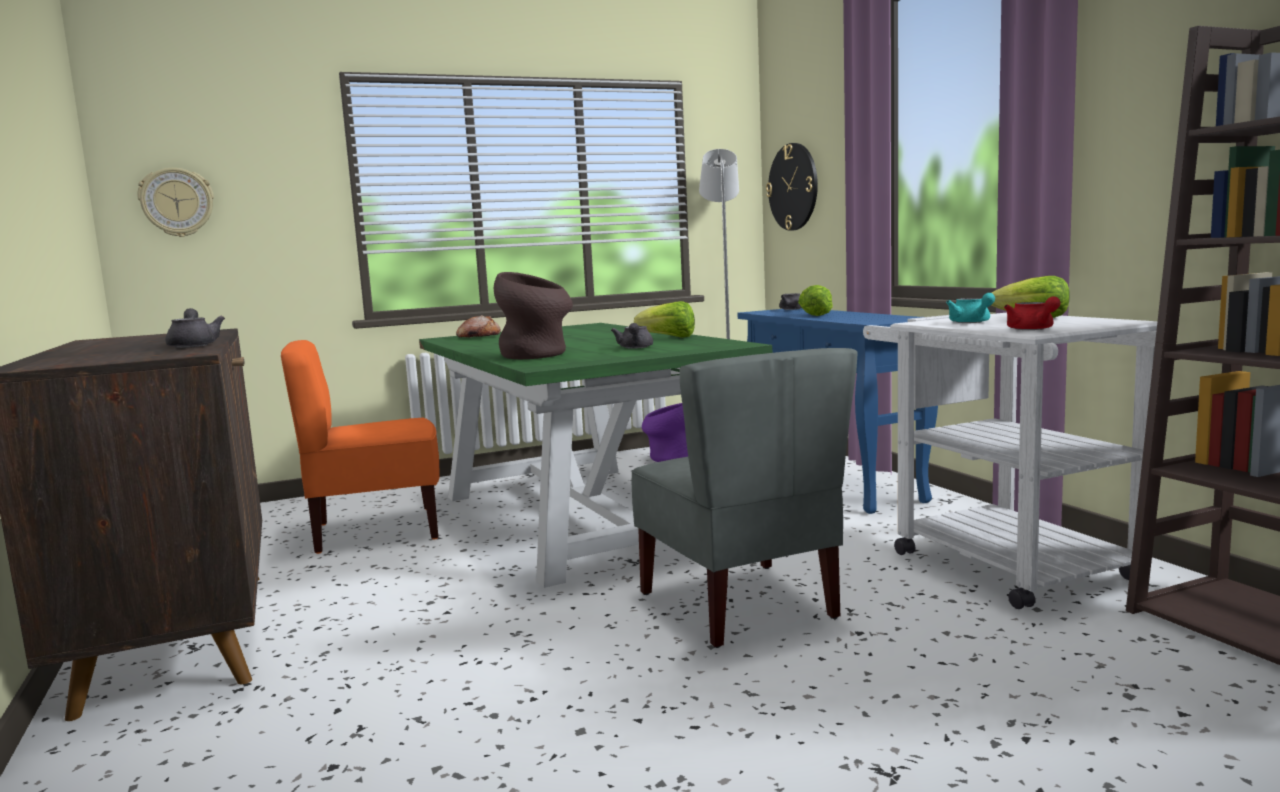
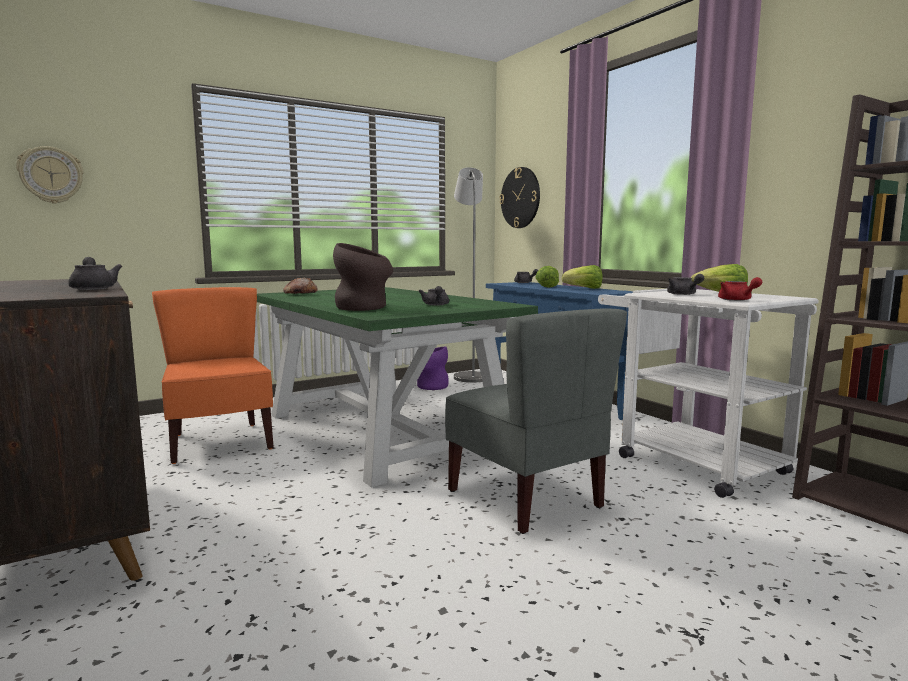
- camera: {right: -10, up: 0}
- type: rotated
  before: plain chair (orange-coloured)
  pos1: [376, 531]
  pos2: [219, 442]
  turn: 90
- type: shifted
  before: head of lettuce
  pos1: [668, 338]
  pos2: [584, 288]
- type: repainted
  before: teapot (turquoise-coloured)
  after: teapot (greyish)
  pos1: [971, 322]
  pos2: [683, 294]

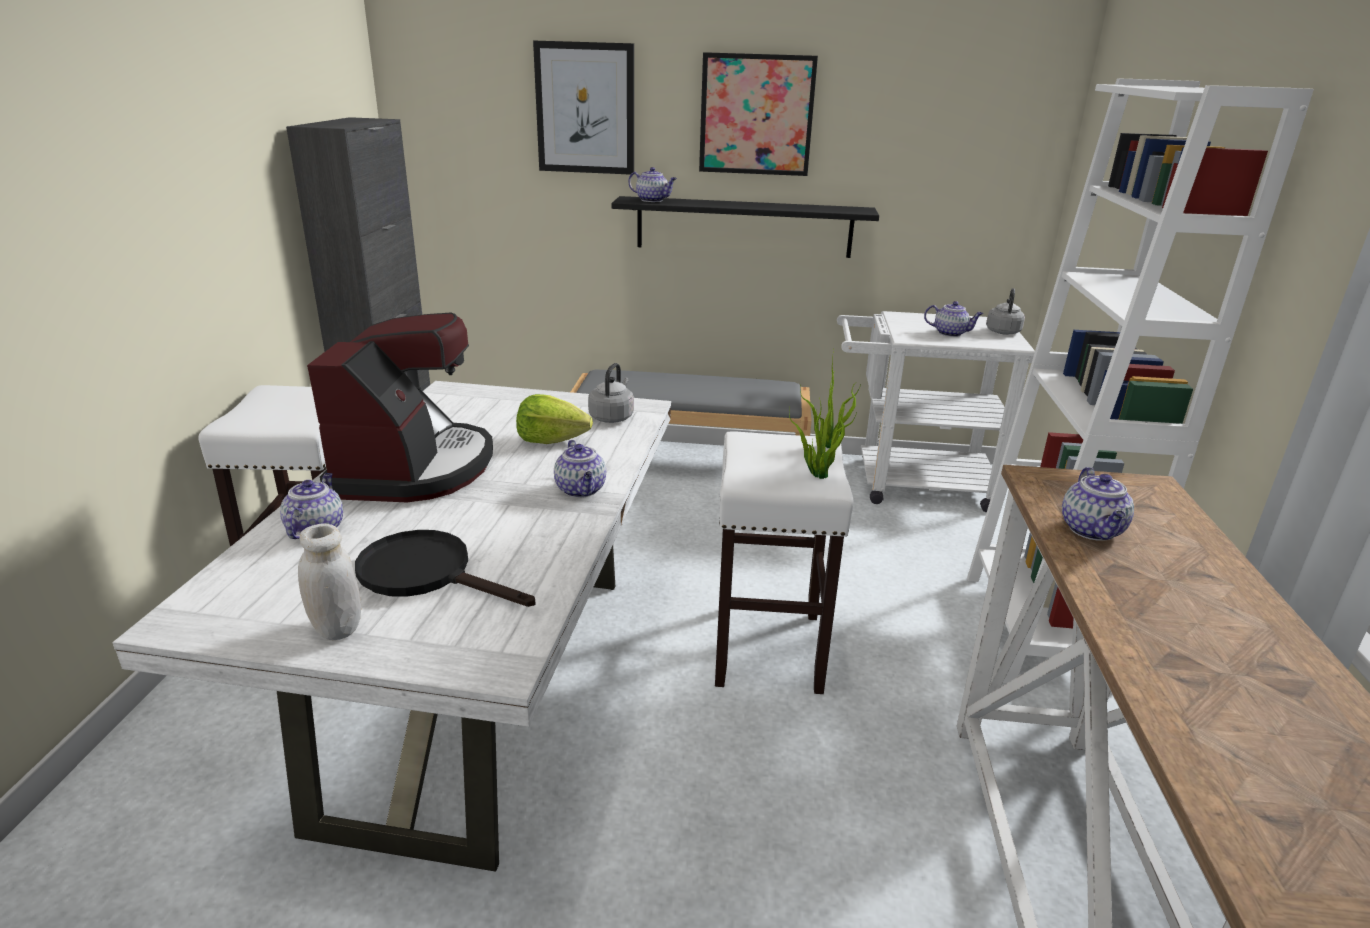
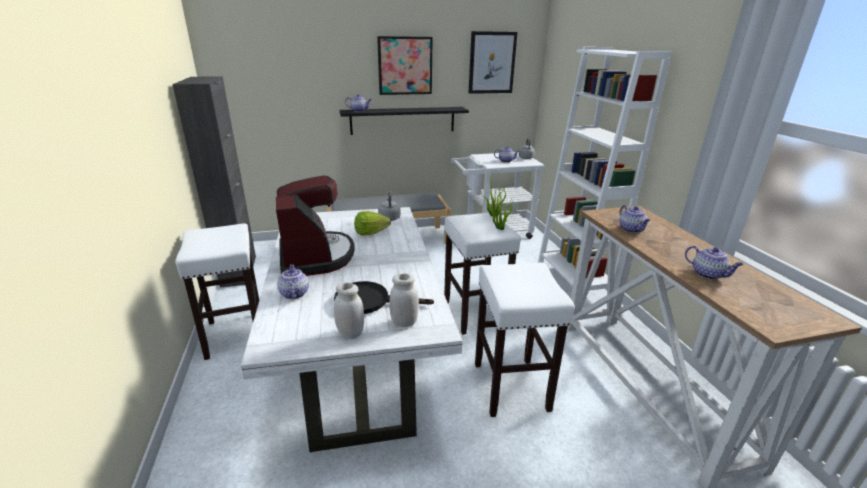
- camera: {right: -20, up: 0}
- type: new
  after: preserve jar (whitish)
  pos2: [404, 322]
- type: shifted
  before: wall picture
  pos1: [585, 108]
  pos2: [491, 63]
- type: new
  after: sitting stool (whitish)
  pos2: [511, 387]
- type: shifted
  before: teapot
  pos1: [581, 490]
  pos2: [708, 274]

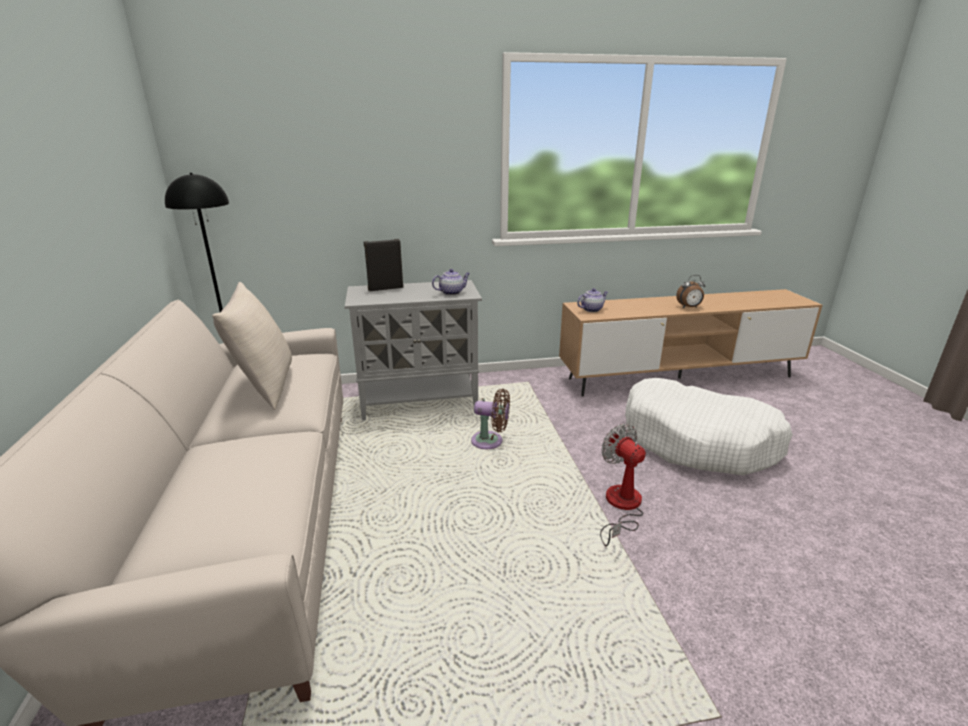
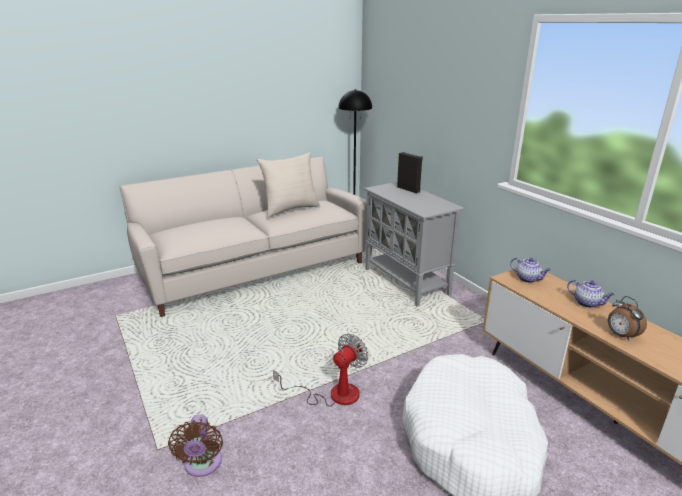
- camera: {right: 70, up: 0}
- type: shifted
  before: fan (brownish)
  pos1: [490, 441]
  pos2: [202, 465]
- type: shifted
  before: teapot
  pos1: [452, 292]
  pos2: [587, 303]

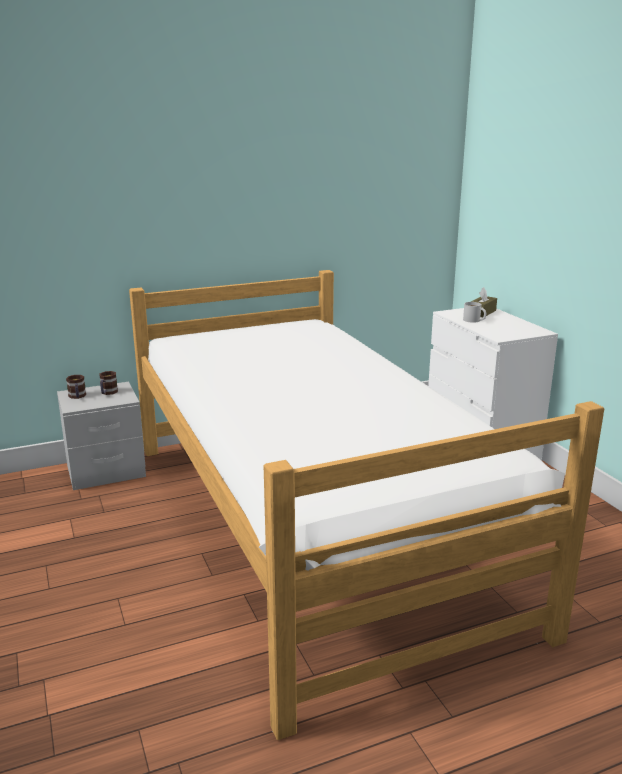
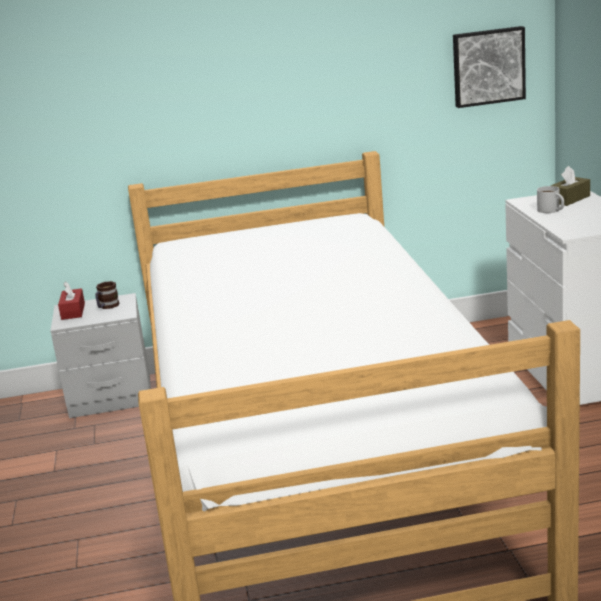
- camera: {right: 15, up: 0}
- type: swapped
  before: coffee mug
  after: tissue box (red-coloured)
  pos1: [77, 396]
  pos2: [73, 311]
- type: new
  after: wall picture
  pos2: [488, 66]

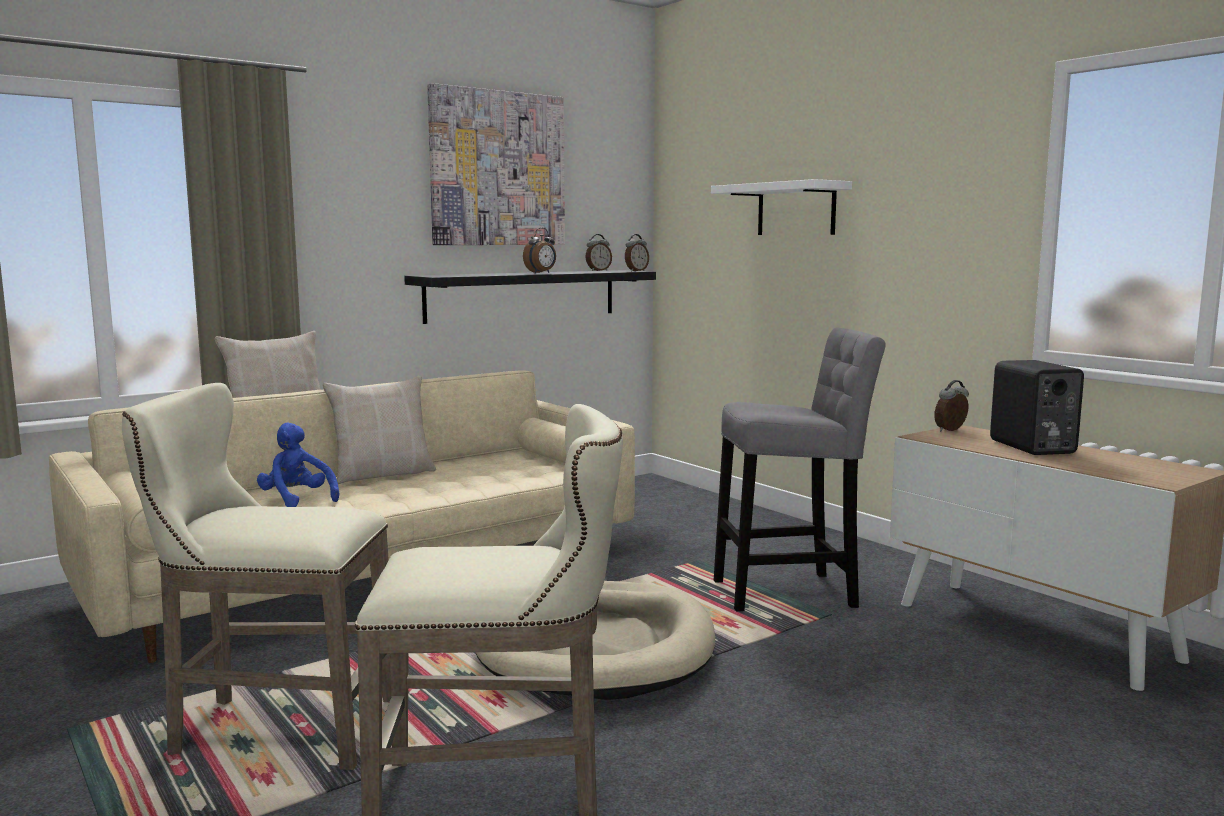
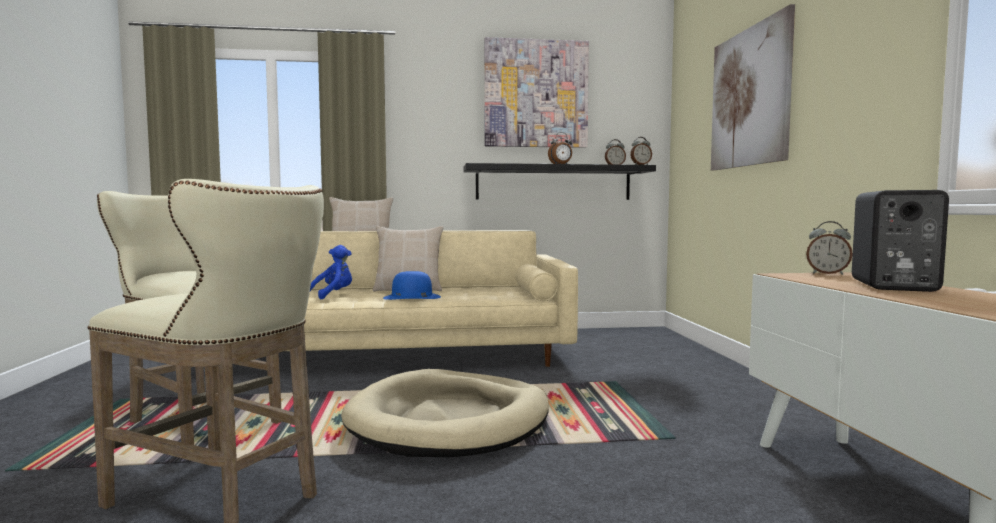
- camera: {right: 30, up: -5}
- type: rotated
  before: cuddly toy (blue-coloured)
  pos1: [297, 500]
  pos2: [333, 295]
  turn: 60
- type: new
  after: wearable hat (blue-coloured)
  pos2: [411, 297]
- type: swapped
  before: wall shelf (whitish)
  after: wall picture
  pos1: [796, 209]
  pos2: [749, 97]
- type: rotated
  before: table clock
  pos1: [951, 430]
  pos2: [827, 274]
  turn: -150
- type: gone
  before: sitting stool (greyish)
  pos1: [792, 593]

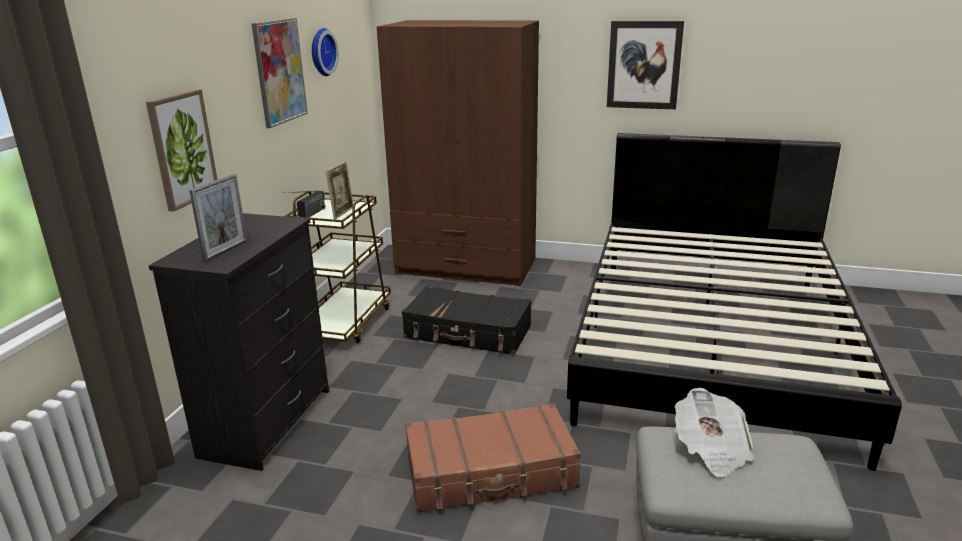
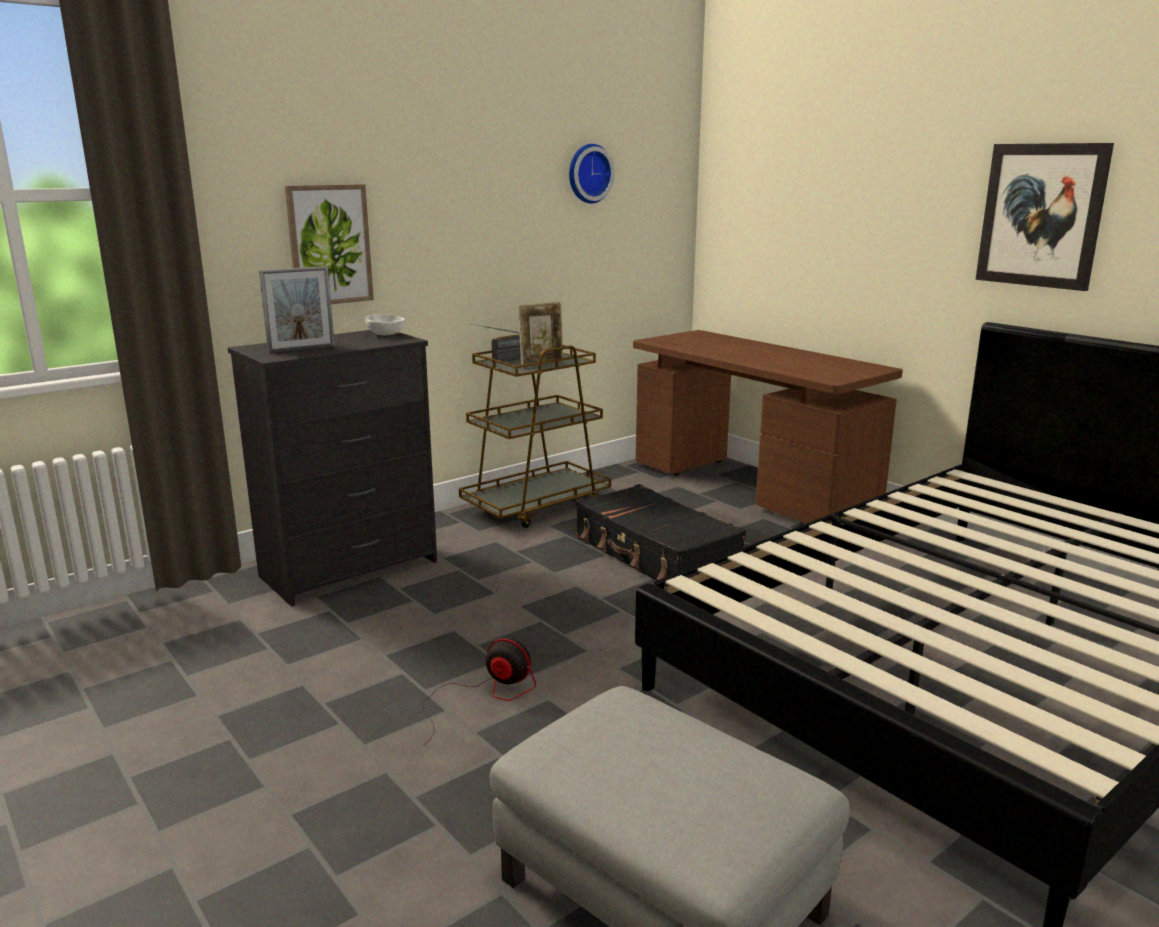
- camera: {right: 35, up: -5}
- type: new
  after: bowl (whitish)
  pos2: [386, 334]
- type: swapped
  before: travel case (brownish)
  after: fan
  pos1: [491, 473]
  pos2: [484, 696]
- type: swapped
  before: armoire (brownish)
  after: desk (brownish)
  pos1: [466, 267]
  pos2: [750, 488]
- type: gone
  before: wall picture
  pos1: [279, 71]
- type: gone
  before: daily paper
  pos1: [711, 450]

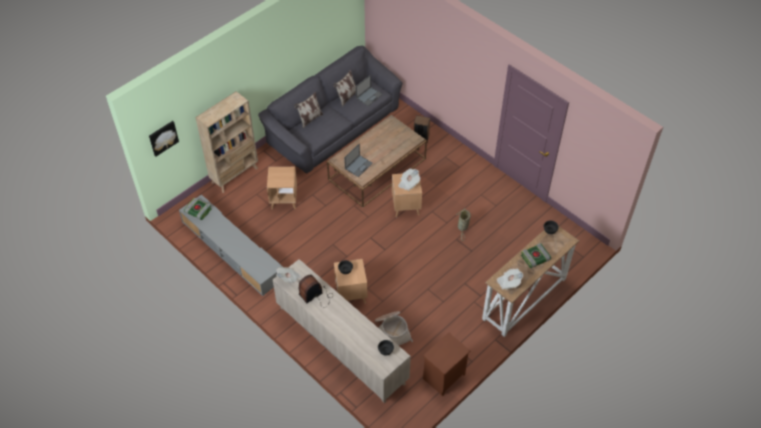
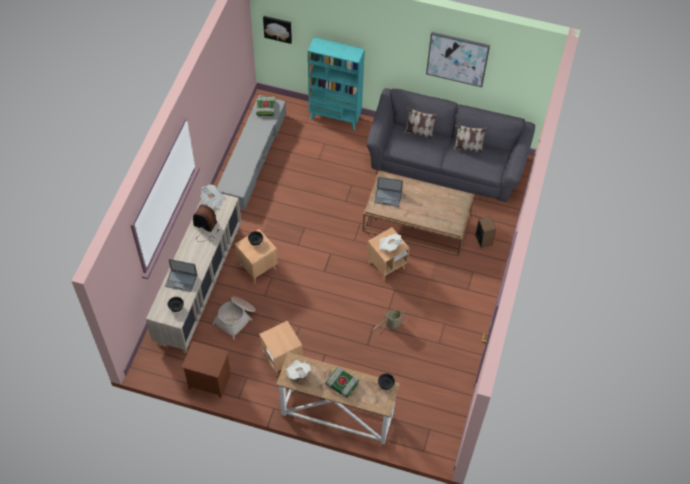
- camera: {right: 60, up: 5}
- type: shifted
  before: laptop
  pos1: [369, 96]
  pos2: [181, 280]
- type: shifted
  before: accent table (brownish)
  pos1: [284, 200]
  pos2: [282, 359]
- type: repainted
  before: bookcase (beige)
  after: bookcase (turquoise-coloured)
  pos1: [235, 175]
  pos2: [335, 117]
- type: new
  after: wall picture
  pos2: [457, 59]

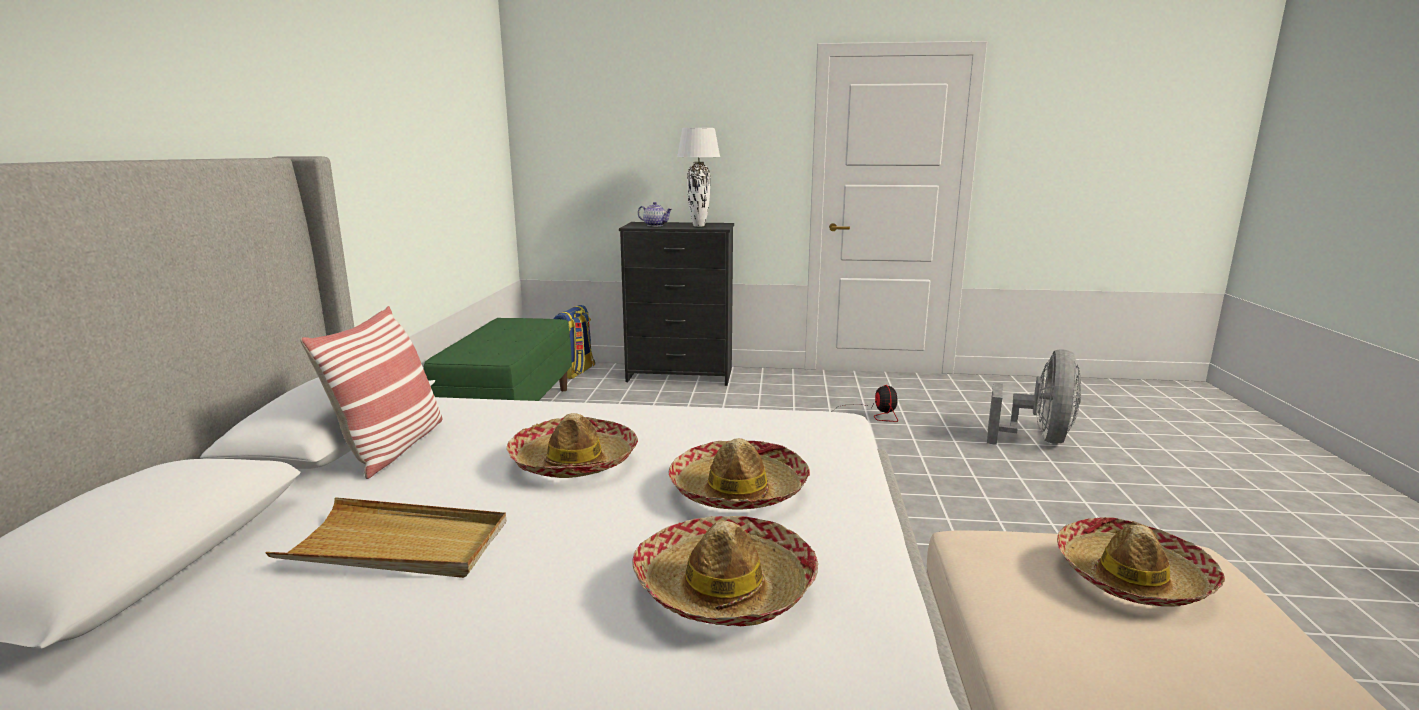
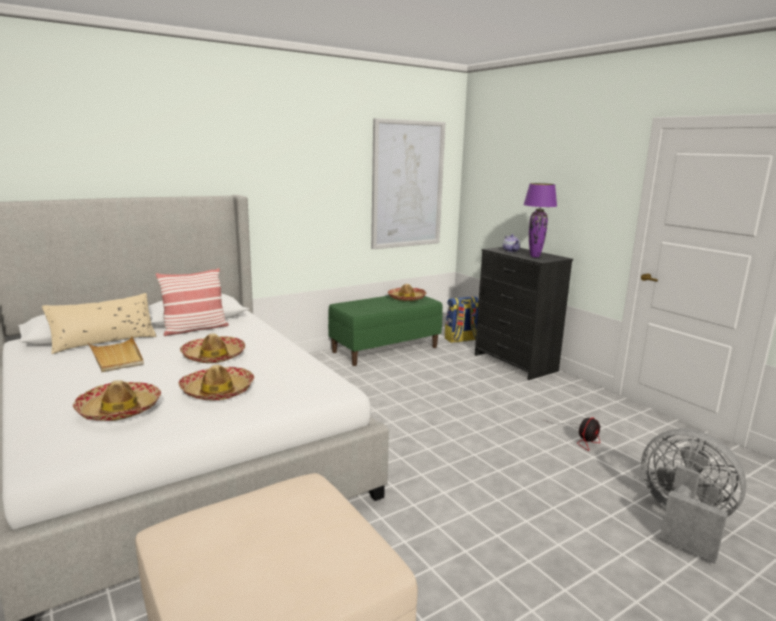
- camera: {right: 50, up: 0}
- type: new
  after: pillow (beige)
  pos2: [104, 341]
- type: new
  after: wall picture
  pos2: [407, 184]
- type: shifted
  before: wearable hat
  pos1: [1132, 576]
  pos2: [406, 298]
- type: repainted
  before: table lamp (whitish)
  after: table lamp (purplish)
  pos1: [699, 226]
  pos2: [534, 256]
- type: rotated
  before: fan (greyish)
  pos1: [1038, 439]
  pos2: [682, 522]
  turn: -120

